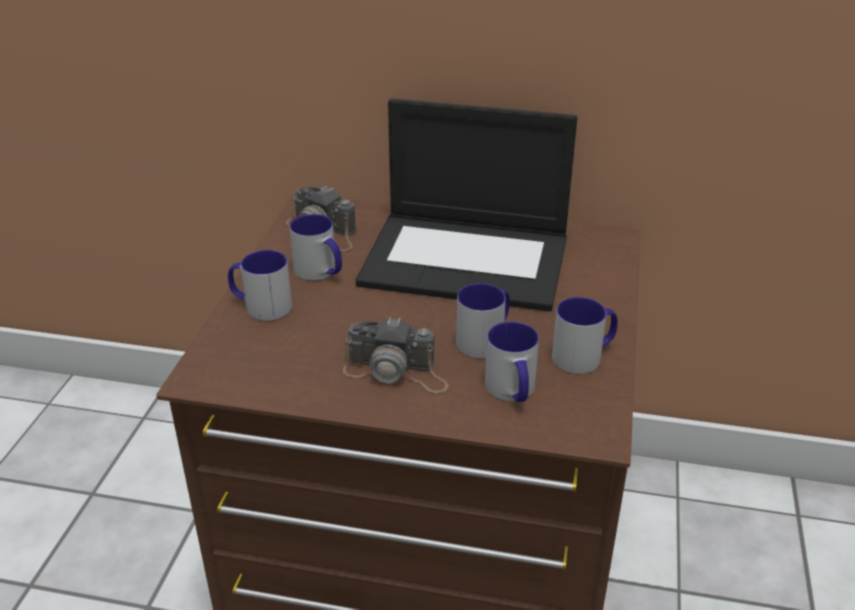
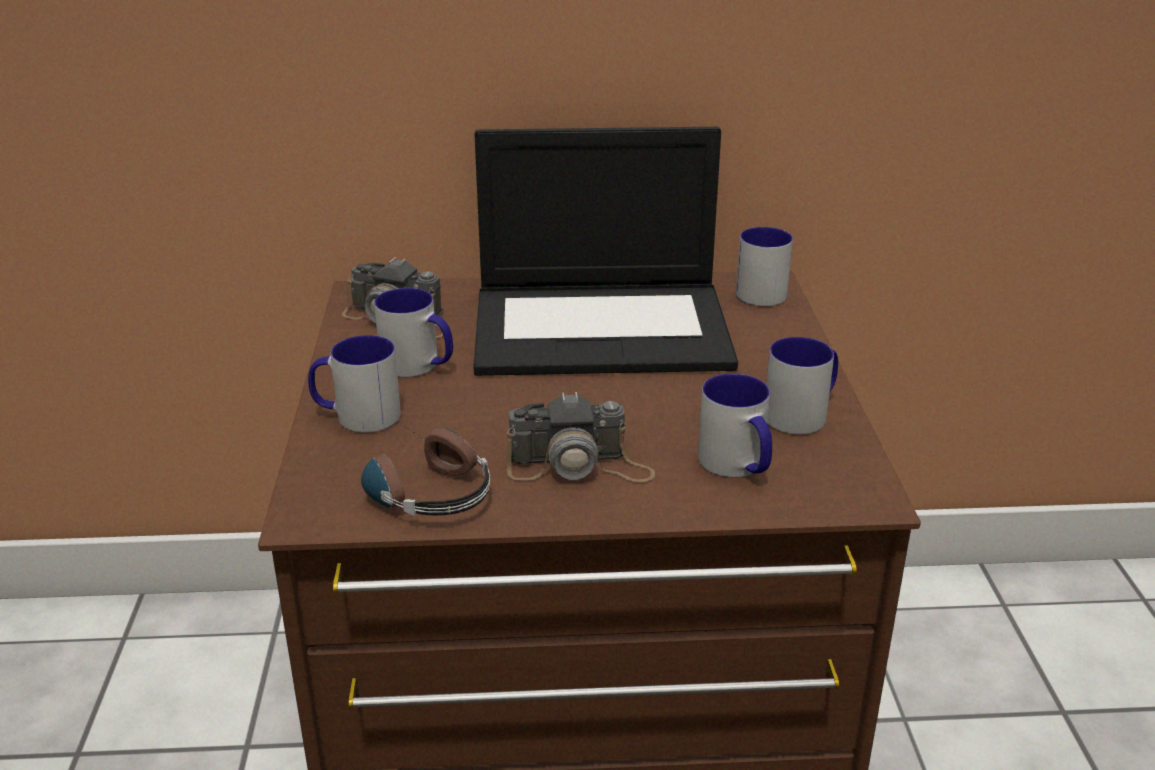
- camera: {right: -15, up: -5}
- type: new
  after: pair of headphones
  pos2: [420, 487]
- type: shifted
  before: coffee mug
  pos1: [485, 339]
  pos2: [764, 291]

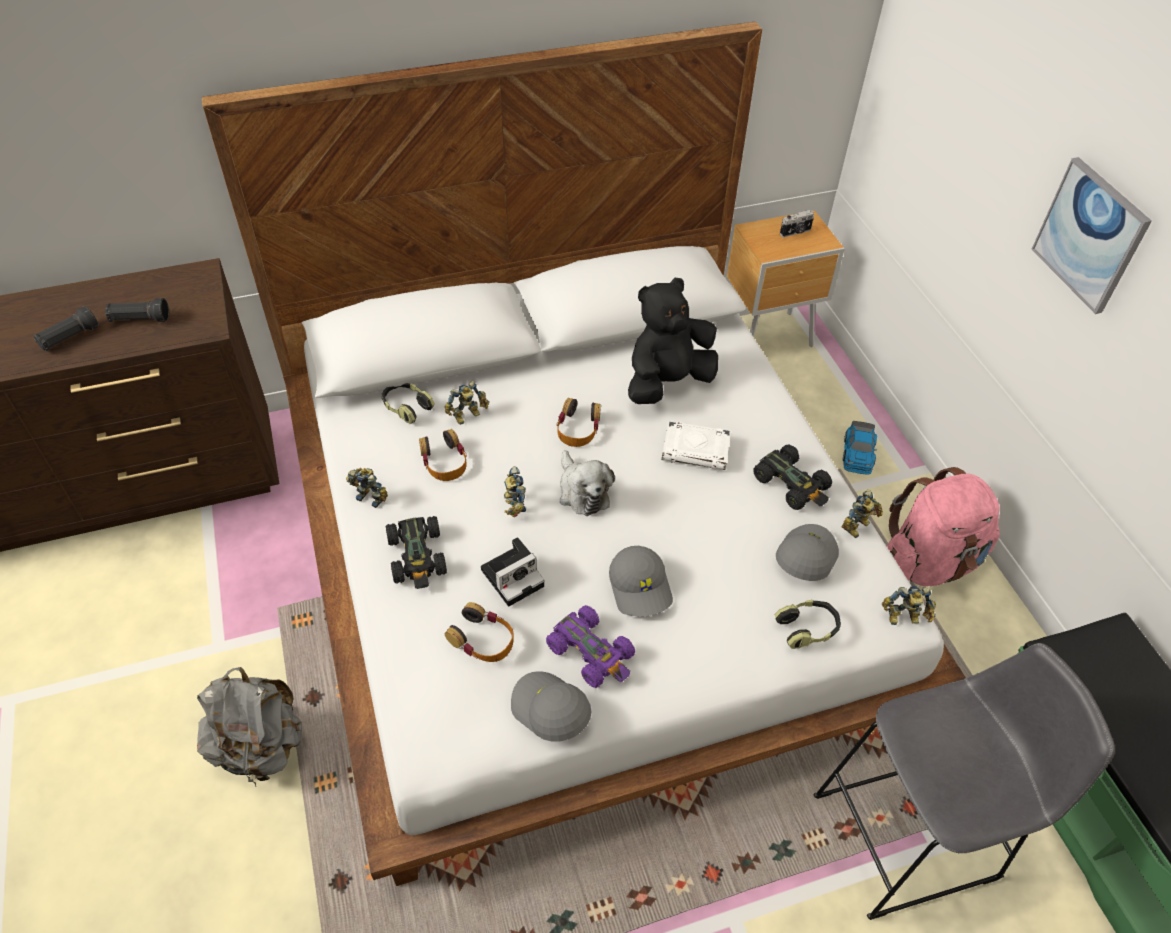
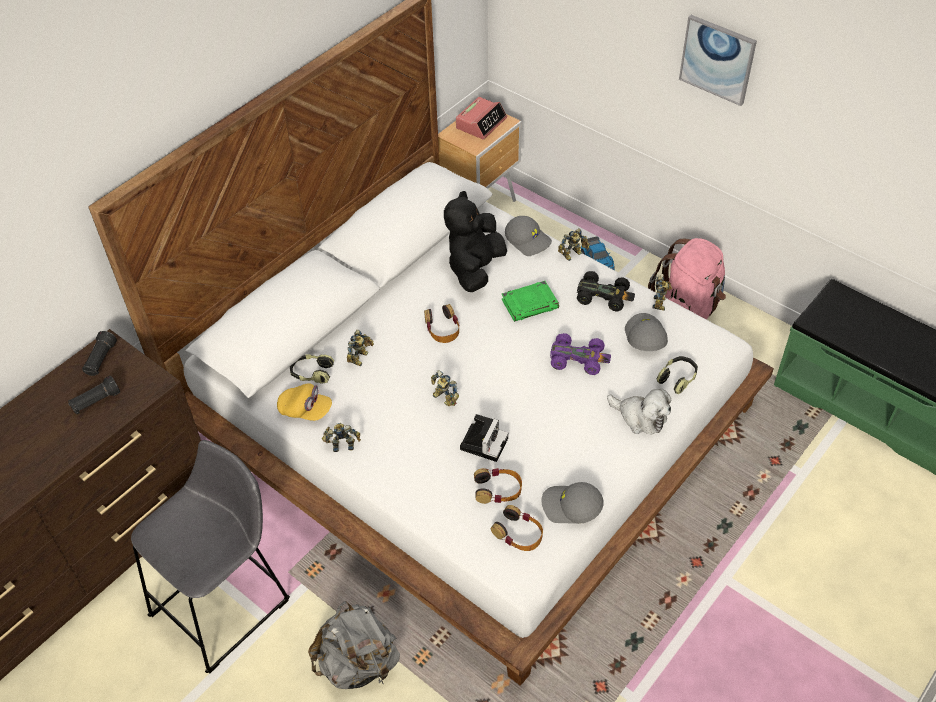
- camera: {right: -30, up: 0}
- type: shifted
  before: flashlight (black-coloured)
  pos1: [69, 338]
  pos2: [101, 360]
- type: shifted
  before: sitting stool (greyish)
  pos1: [914, 835]
  pos2: [226, 603]
- type: new
  after: baseball cap (yellow)
  pos2: [305, 410]
- type: swapped
  before: photo camera
  after: table clock
  pos1: [795, 232]
  pos2: [481, 123]
- type: shifted
  before: pair of headphones
  pos1: [444, 461]
  pos2: [519, 533]
- type: repainted
  before: volume (whitish)
  after: volume (green-coloured)
  pos1: [696, 450]
  pos2: [530, 304]
- type: shifted
  before: baseball cap (greyish)
  pos1: [641, 587]
  pos2: [528, 240]
- type: shifted
  before: miniature car (purplish)
  pos1: [591, 652]
  pos2: [578, 359]
- type: shifted
  before: robot figure
  pos1: [904, 618]
  pos2: [573, 254]
- type: shifted
  before: cuddly toy
  pos1: [582, 491]
  pos2: [640, 417]
- type: gone
  before: miniature car (black-coloured)
  pos1: [417, 556]

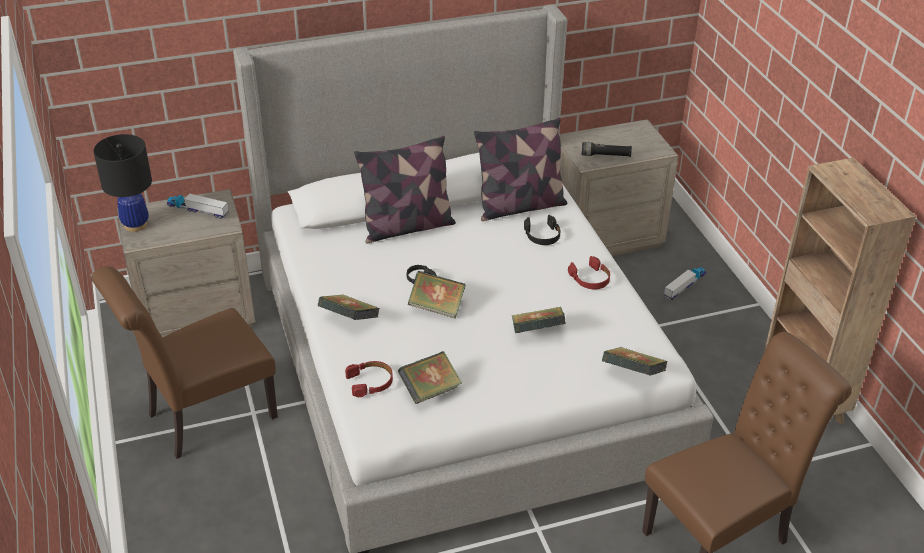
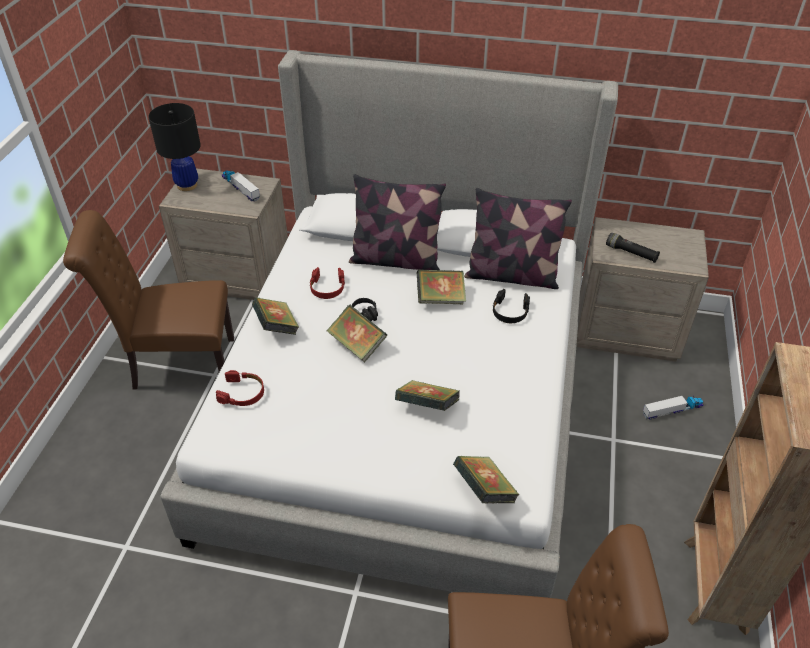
- camera: {right: 30, up: 5}
- type: shifted
  before: pair of headphones (red-coloured)
  pos1: [590, 279]
  pos2: [327, 288]
- type: shifted
  before: volume
  pos1: [430, 390]
  pos2: [440, 299]

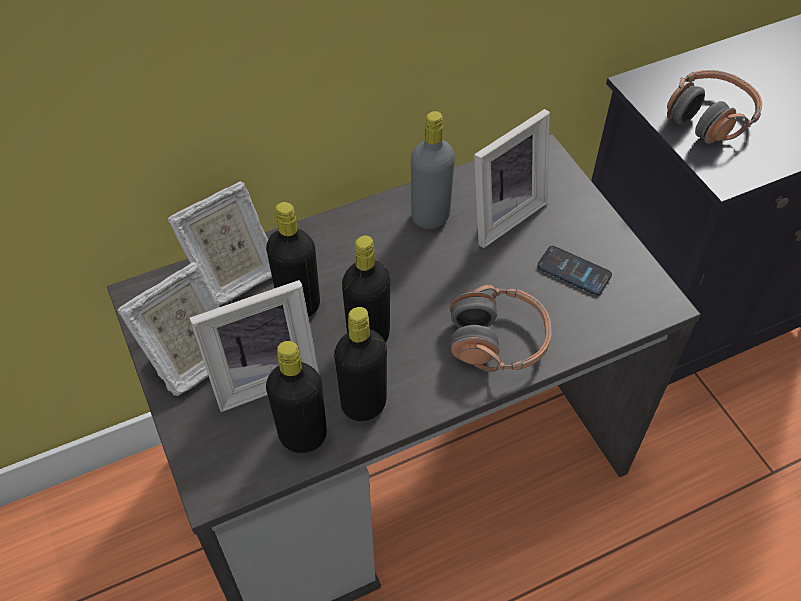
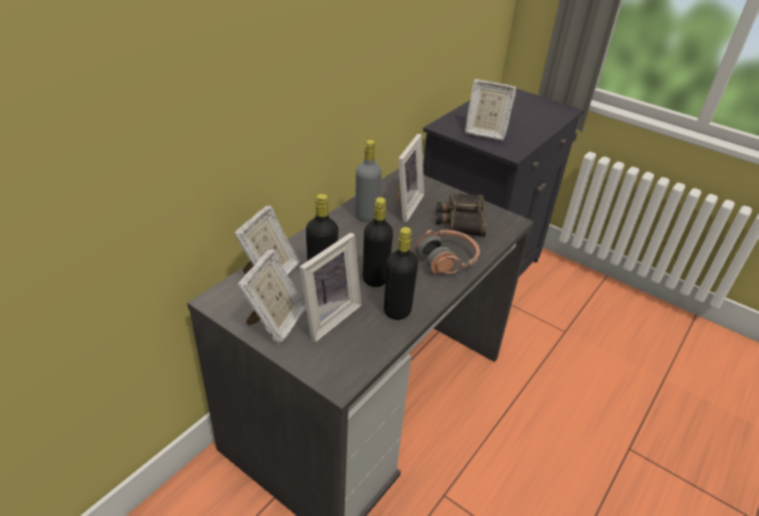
- camera: {right: -30, up: -15}
- type: swapped
  before: handset
  after: pair of binoculars
  pos1: [574, 271]
  pos2: [460, 220]
- type: swapped
  before: pair of headphones
  after: picture frame
  pos1: [709, 117]
  pos2: [484, 133]
- type: gone
  before: bottle (black-coloured)
  pos1: [303, 435]

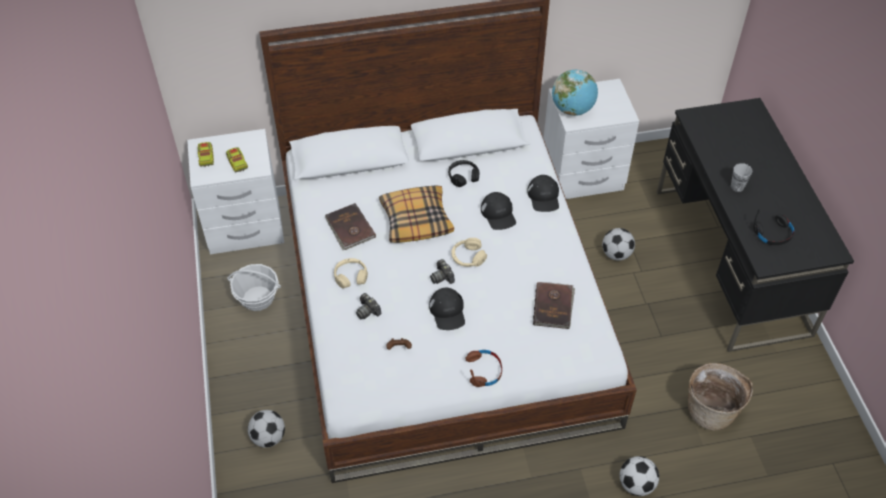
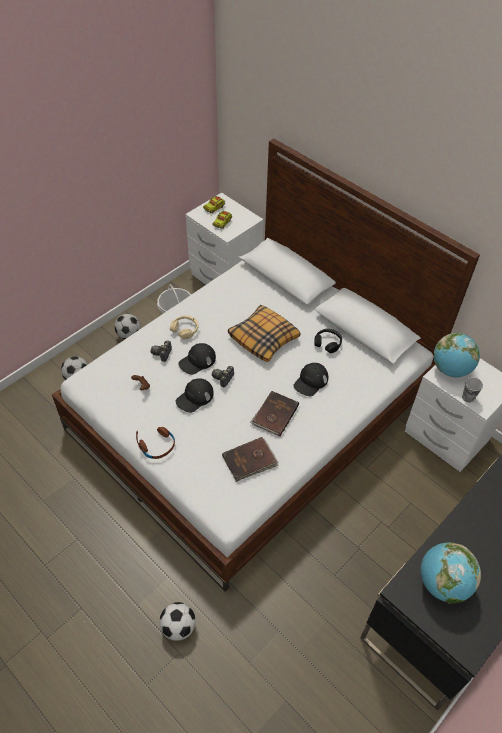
- camera: {right: 55, up: 0}
- type: shifted
  before: football
  pos1: [616, 254]
  pos2: [129, 335]
- type: shifted
  before: baseball cap (black-coloured)
  pos1: [544, 196]
  pos2: [197, 361]
- type: shifted
  before: volume (brownish)
  pos1: [349, 229]
  pos2: [274, 414]
- type: swapped
  before: pair of headphones (black-coloured)
  after: desk globe
  pos1: [773, 234]
  pos2: [442, 583]
- type: shifted
  before: cup
  pos1: [737, 186]
  pos2: [468, 397]
- type: gone
  before: pair of headphones (beige)
  pos1: [468, 257]
- type: gone
  before: storage basket
  pos1: [712, 409]

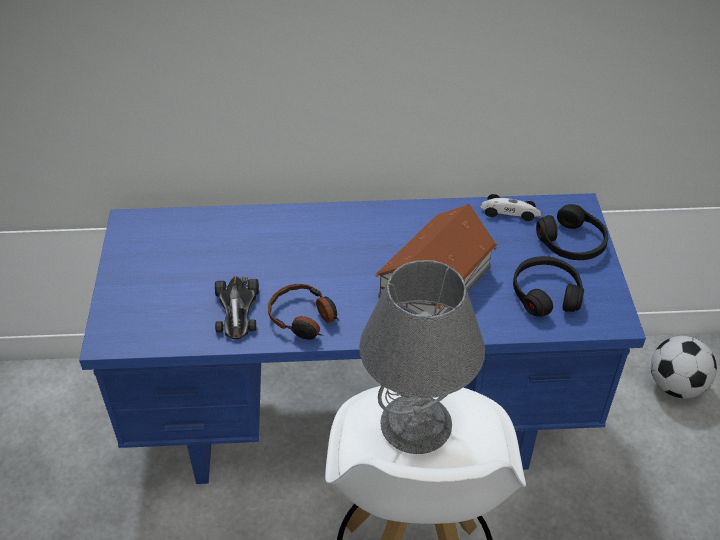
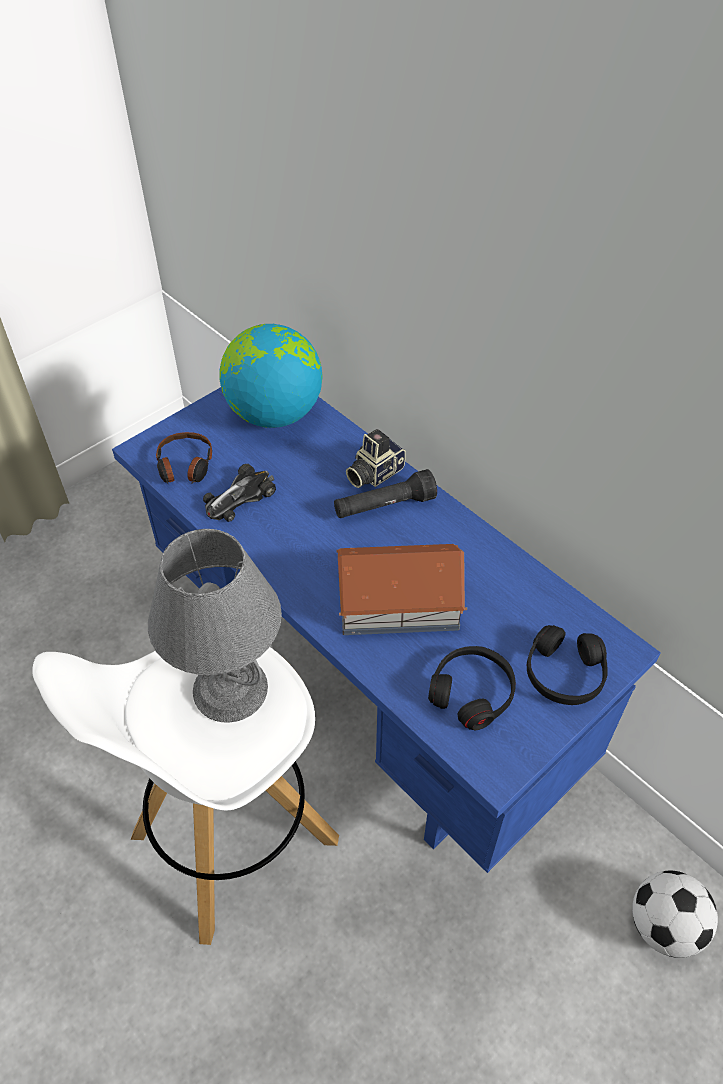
- camera: {right: 50, up: 5}
- type: shifted
  before: pair of headphones
  pos1: [304, 318]
  pos2: [185, 466]
- type: new
  after: desk globe
  pos2: [274, 413]
- type: new
  after: flashlight (black-coloured)
  pos2: [384, 506]
- type: new
  after: photo camera
  pos2: [373, 473]
- type: gone
  before: miniature car
  pos1: [510, 213]

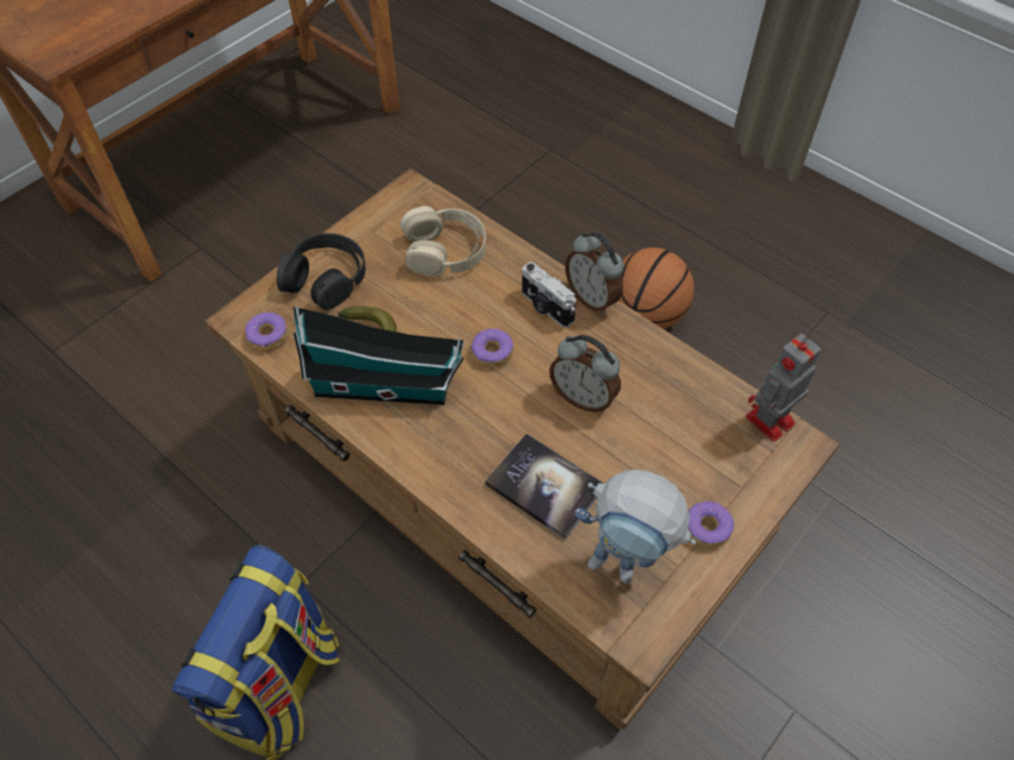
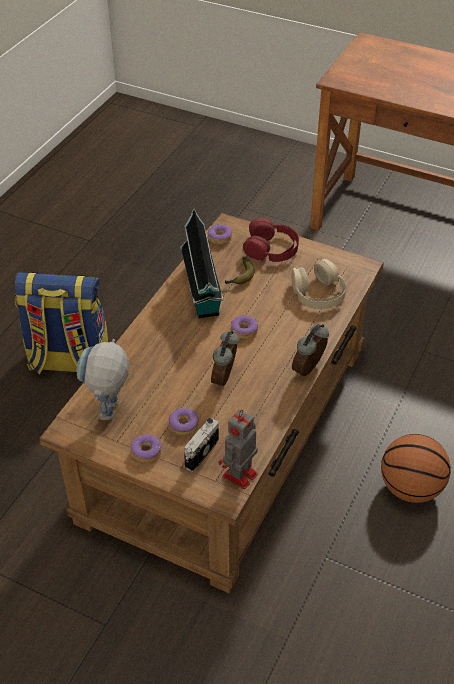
- camera: {right: 75, up: -10}
- type: new
  after: donut
  pos2: [184, 425]
- type: shifted
  before: photo camera
  pos1: [545, 308]
  pos2: [200, 452]
- type: rotated
  before: robot figure
  pos1: [768, 422]
  pos2: [239, 476]
  turn: -90
- type: repainted
  before: pair of headphones (black-coloured)
  after: pair of headphones (red-coloured)
  pos1: [325, 278]
  pos2: [271, 248]
- type: gone
  before: volume
  pos1: [545, 486]

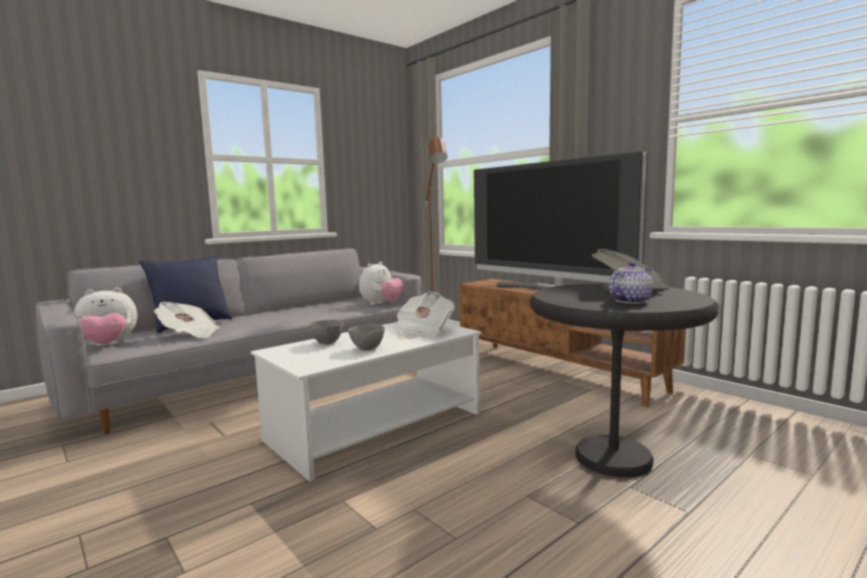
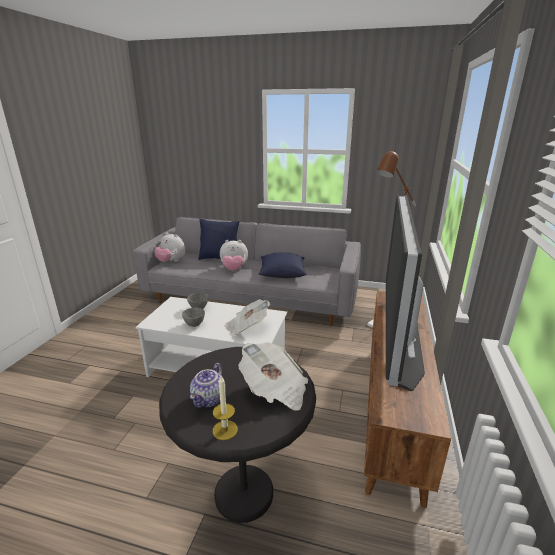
- camera: {right: 55, up: 15}
- type: rotated
  before: teapot
  pos1: [629, 301]
  pos2: [209, 399]
  turn: 90
- type: new
  after: wax candle
  pos2: [225, 430]
- type: shifted
  before: cuddly toy
  pos1: [381, 304]
  pos2: [234, 269]
- type: new
  after: pillow (blue-coloured)
  pos2: [282, 274]
- type: gone
  before: daily paper
  pos1: [189, 335]

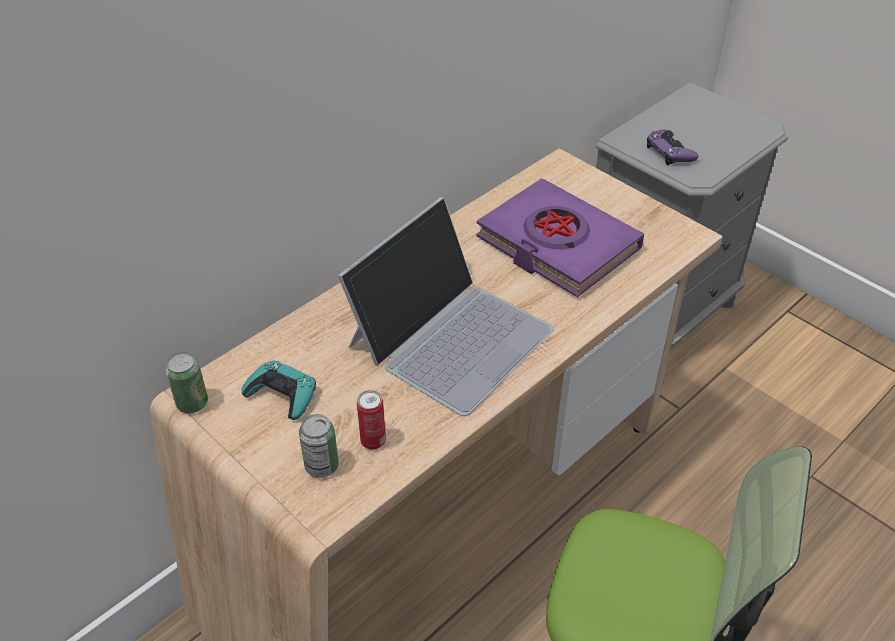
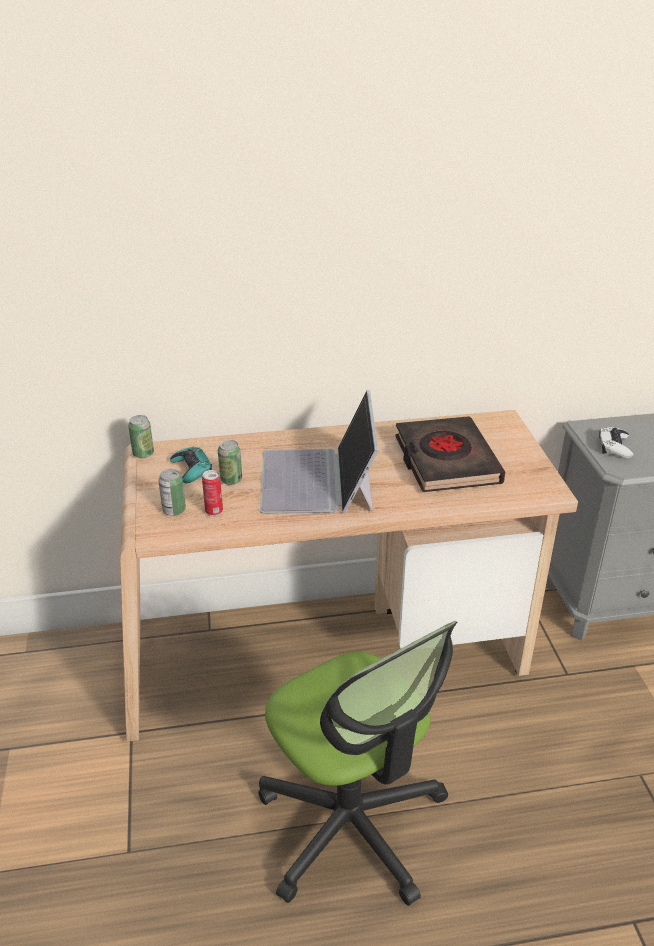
- camera: {right: 35, up: -10}
- type: new
  after: metal can
  pos2: [231, 480]
- type: rotated
  before: laptop
  pos1: [450, 335]
  pos2: [318, 480]
  turn: 105
- type: repainted
  before: volume (purplish)
  after: volume (black-coloured)
  pos1: [557, 244]
  pos2: [446, 461]
- type: repainted
  before: joypad (purplish)
  after: joypad (whitish)
  pos1: [670, 152]
  pos2: [614, 446]

